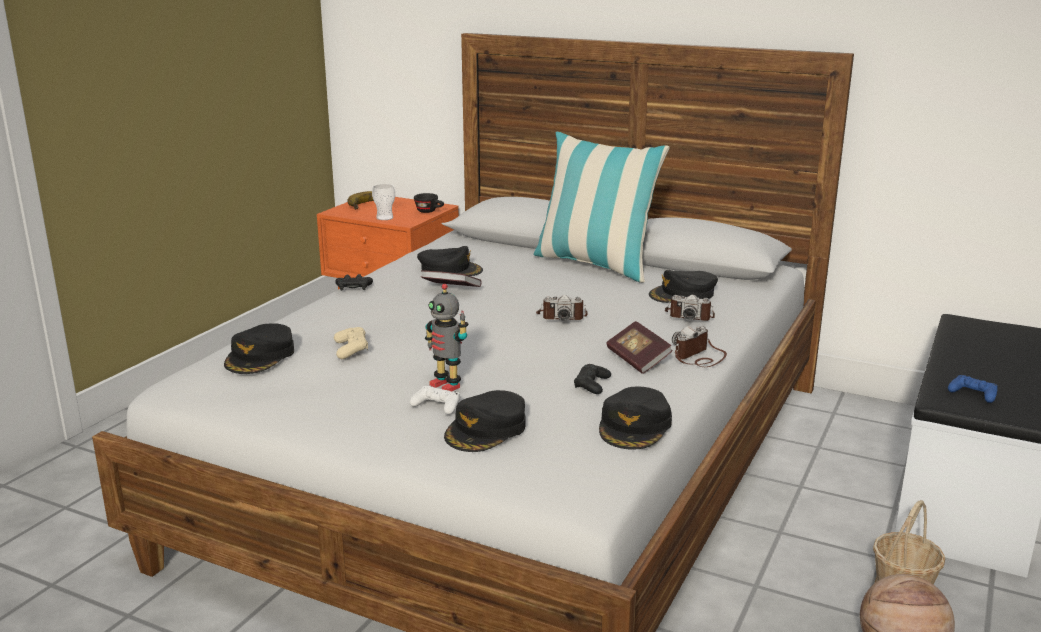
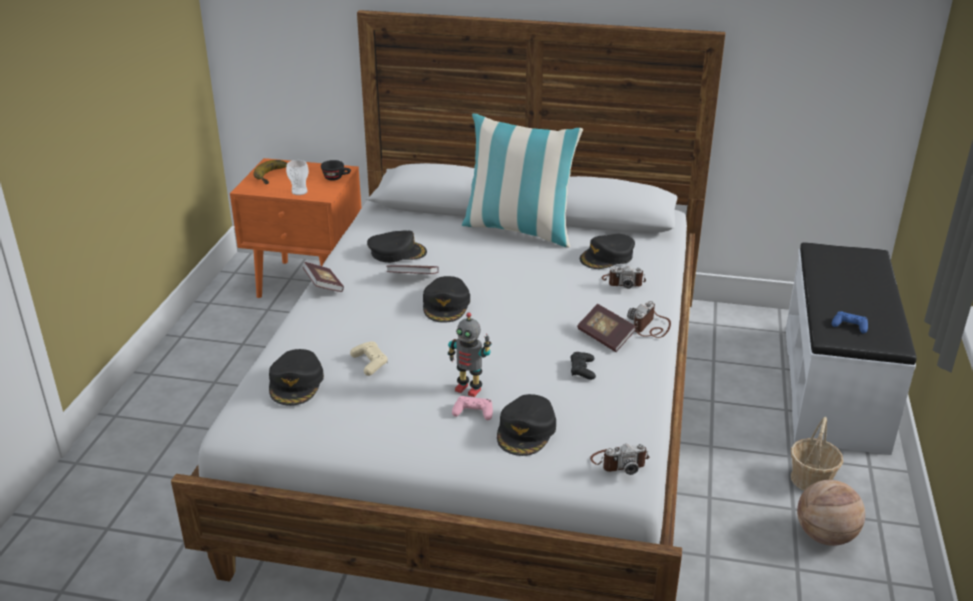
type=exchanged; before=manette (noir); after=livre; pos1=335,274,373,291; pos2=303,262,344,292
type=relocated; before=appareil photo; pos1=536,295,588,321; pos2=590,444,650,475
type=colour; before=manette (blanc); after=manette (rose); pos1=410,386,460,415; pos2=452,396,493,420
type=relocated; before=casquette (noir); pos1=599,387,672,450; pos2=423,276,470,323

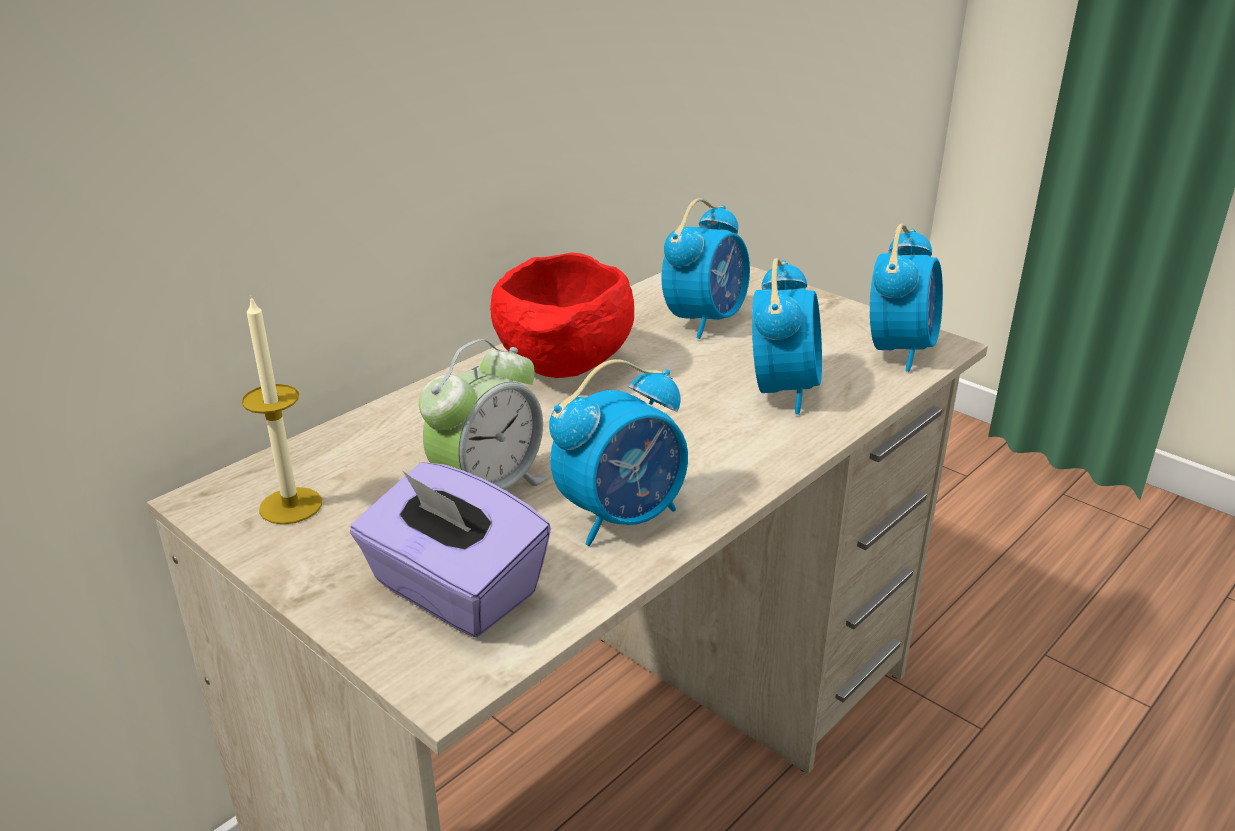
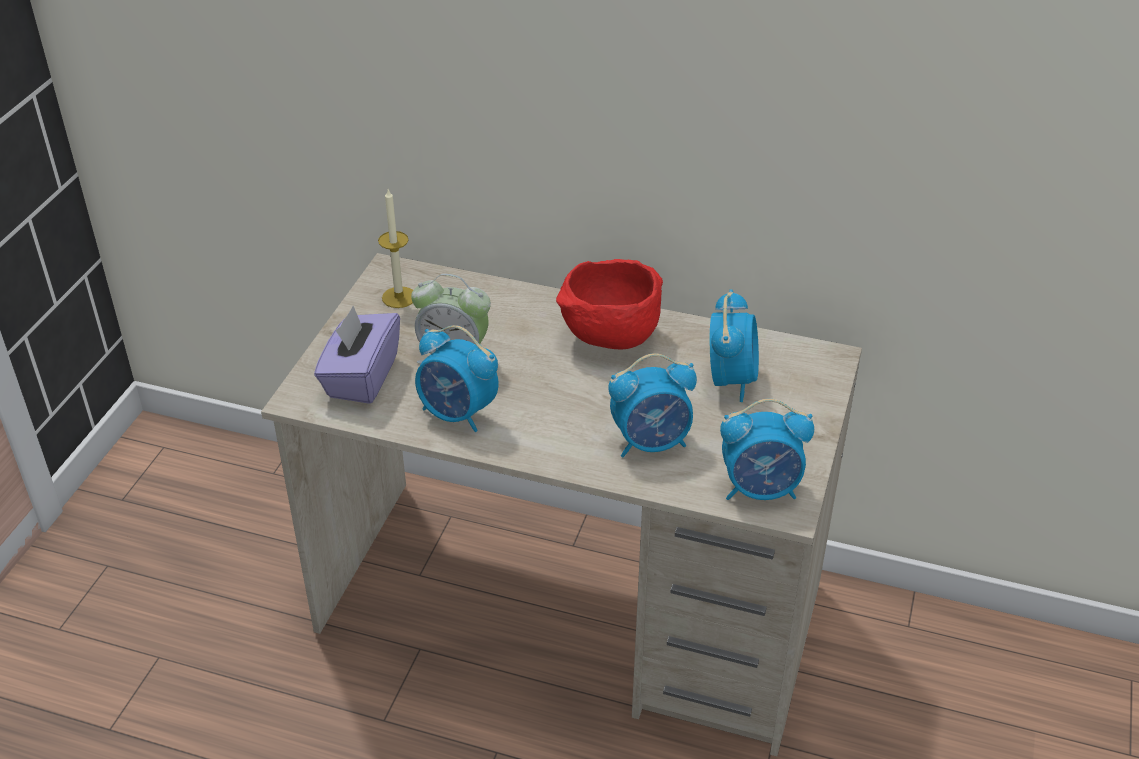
type=spun; before=réveil; pos1=661,198,750,339; pos2=710,289,759,402; turn=-90

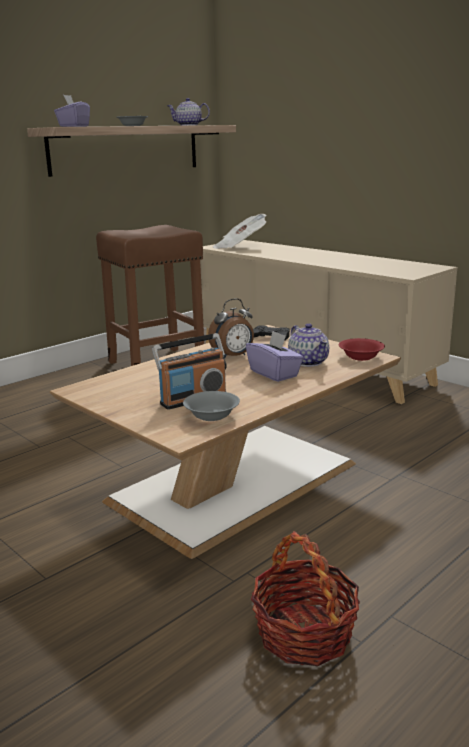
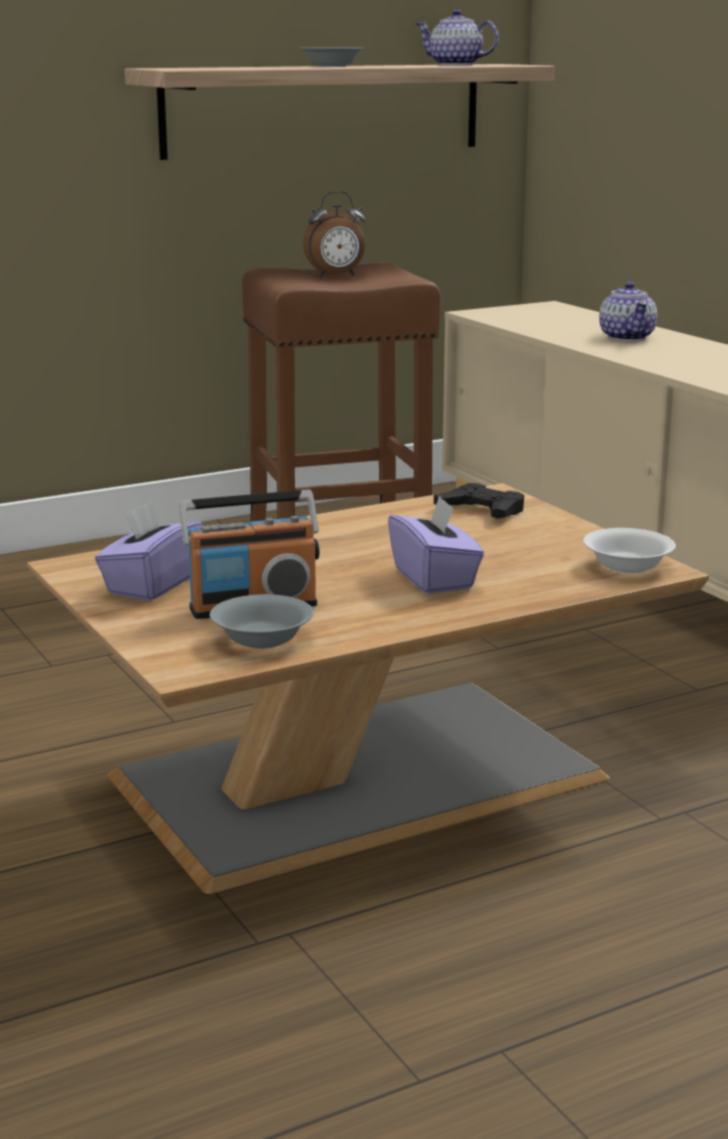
type=relocated; before=boîte à mouchoirs (violet); pos1=54,95,90,127; pos2=95,501,203,601
type=missing; before=journal; pos1=213,214,267,249
type=relocated; before=réveil; pos1=208,299,254,359; pos2=303,191,365,277
type=relocated; before=théière; pos1=288,323,329,367; pos2=599,282,657,341
type=colour; before=bol (rouge); after=bol (blanc); pos1=339,338,385,361; pos2=583,528,676,574
type=missing; before=panier; pos1=251,531,360,666

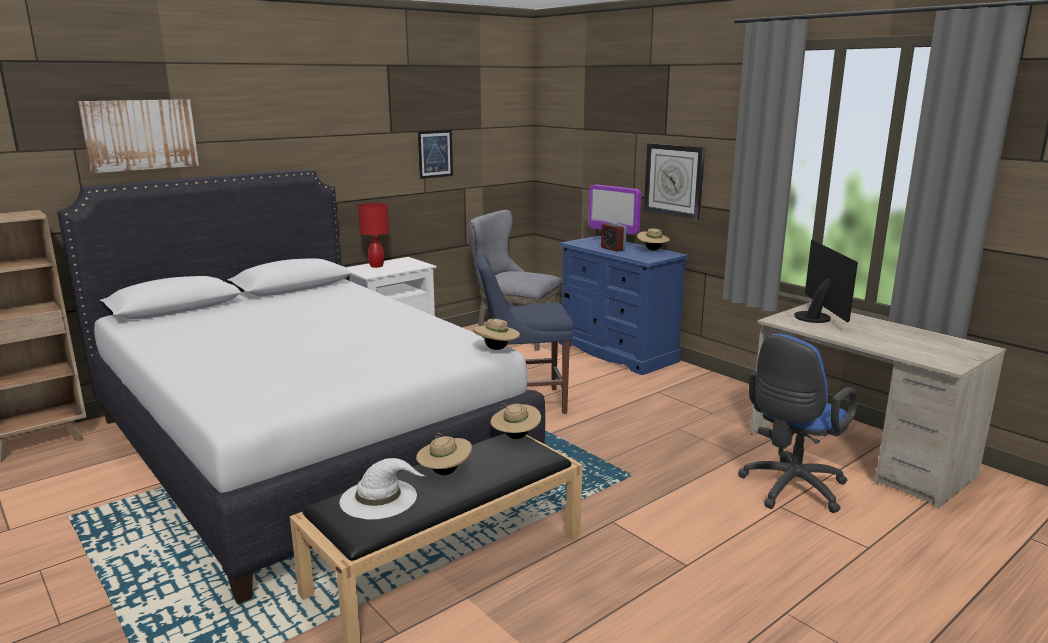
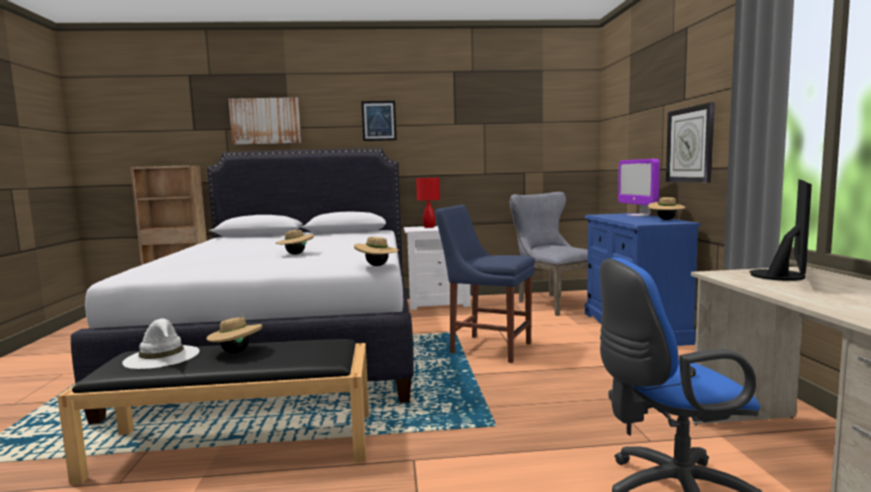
type=relocated; before=tableau; pos1=418,130,453,179; pos2=361,101,397,141
type=missing; before=réveil; pos1=601,222,627,252
type=relocated; before=chapeau (beige); pos1=490,403,541,439; pos2=276,229,314,255

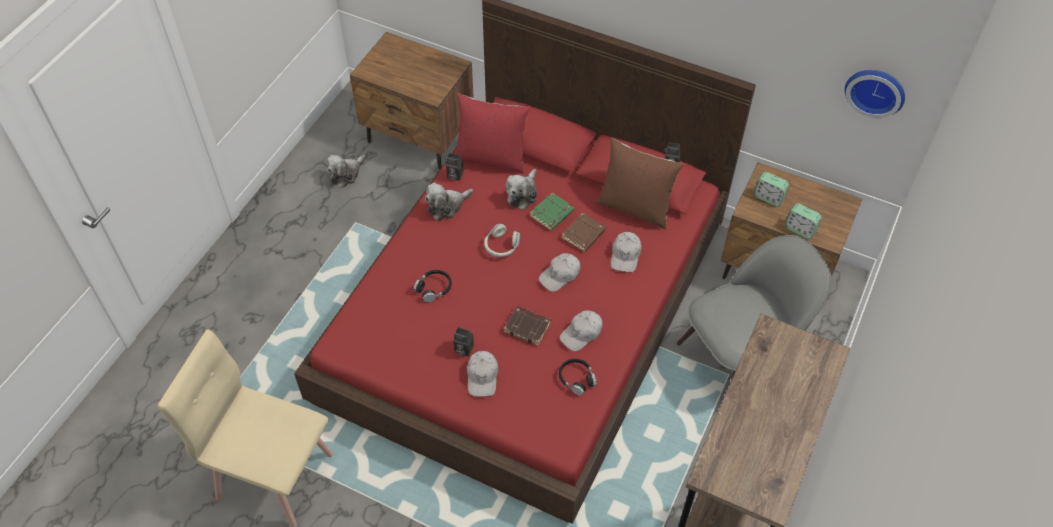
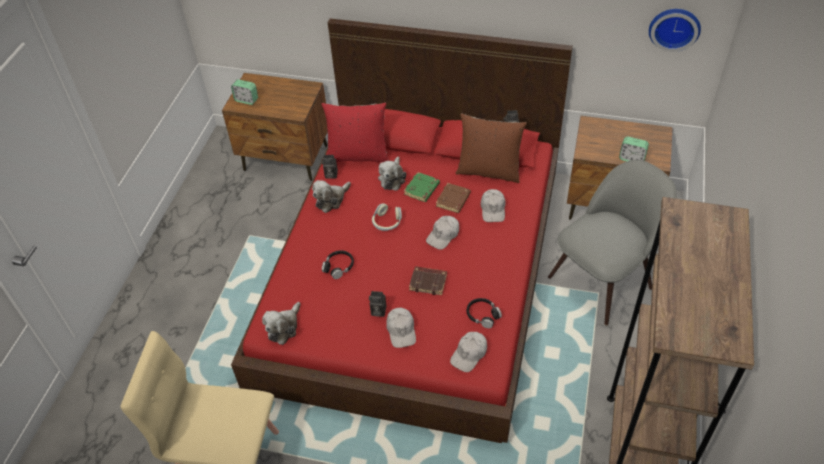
type=relocated; before=peluche; pos1=326,154,366,188; pos2=262,302,300,345
type=relocated; before=réveil; pos1=754,172,789,206; pos2=231,79,258,105
type=relocated; before=casquette (blanc); pos1=560,311,603,351; pos2=450,332,487,372

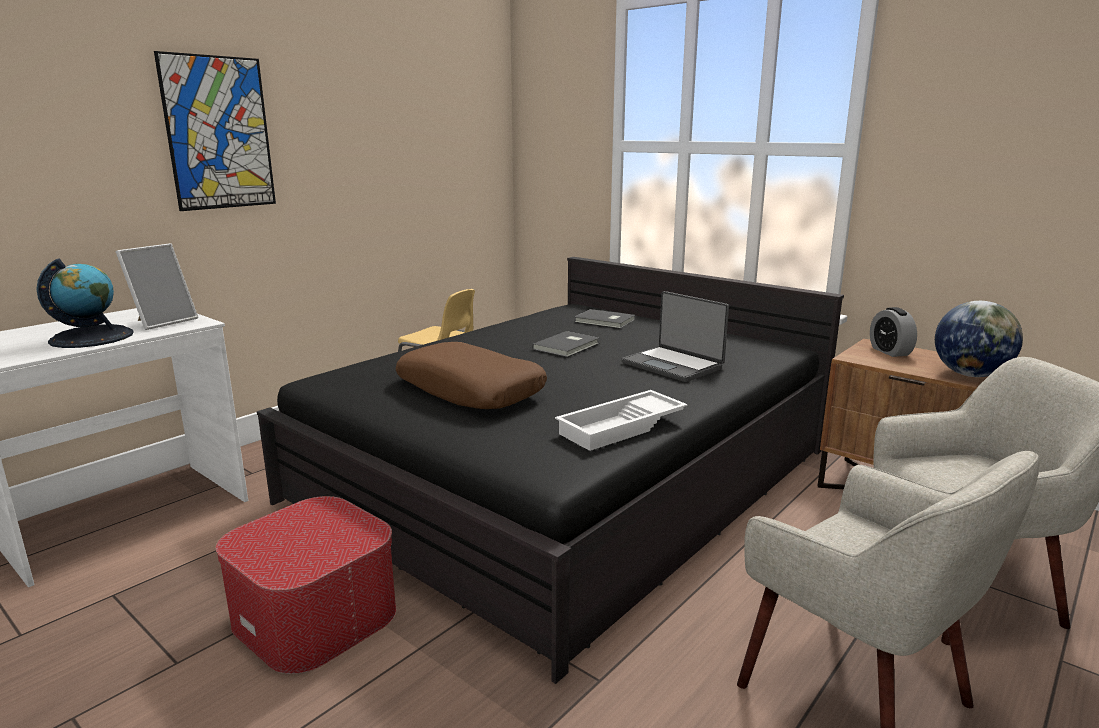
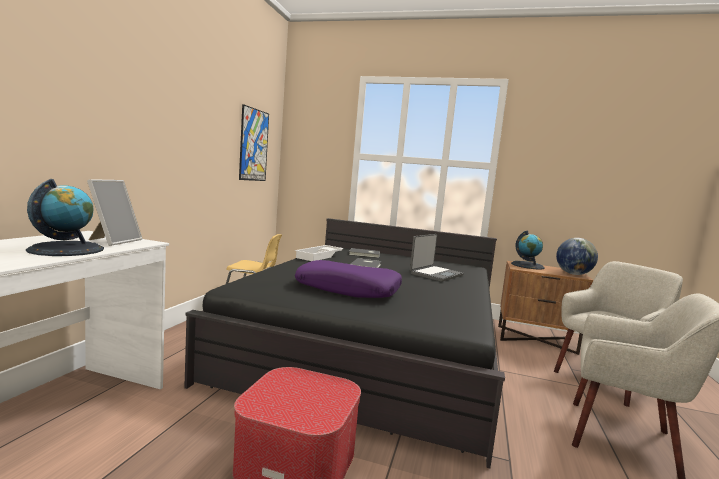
type=relocated; before=tableau; pos1=154,51,276,211; pos2=239,104,269,181
type=spun; before=ordinateur portable; pos1=621,291,729,382; pos2=410,234,464,282; turn=-75
type=exchanged; before=réveil; after=globe; pos1=870,307,917,357; pos2=511,231,545,270
type=colour; before=coussin (marron); after=coussin (violet); pos1=396,342,547,409; pos2=295,260,402,298
type=relocated; before=plateau (blanc); pos1=555,390,687,451; pos2=295,245,344,261

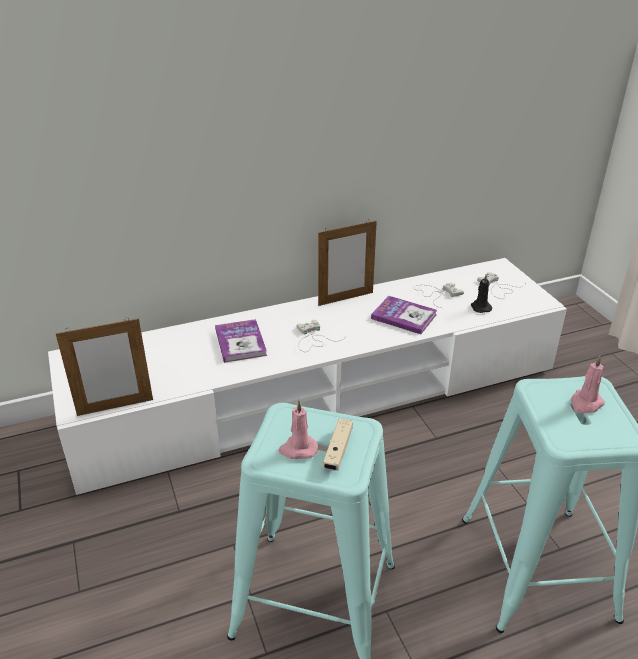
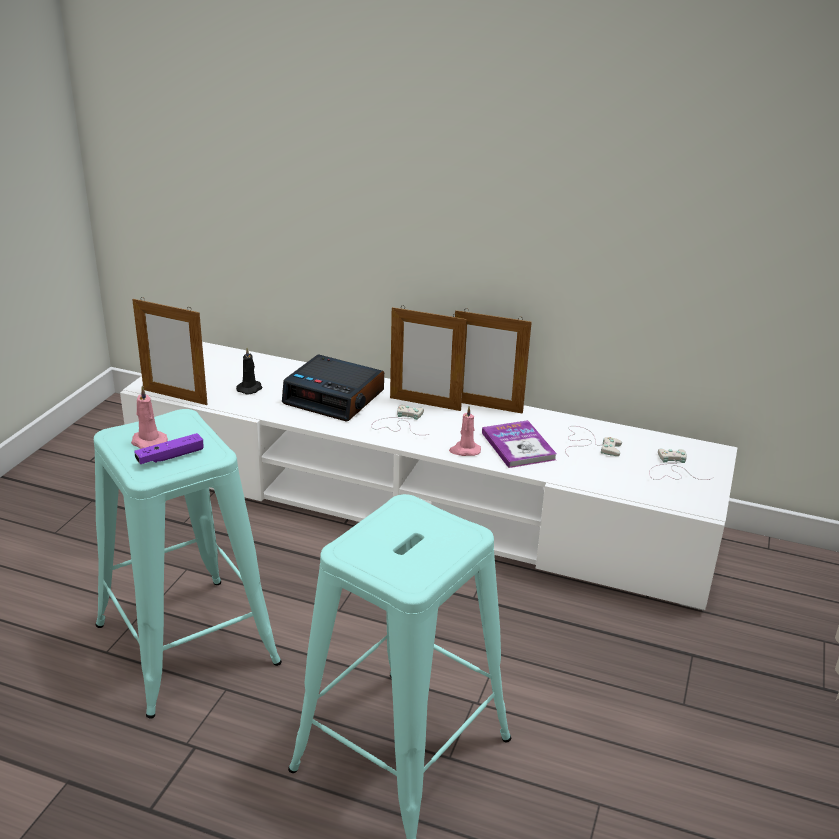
type=relocated; before=bougie (noir); pos1=471,274,493,313; pos2=236,347,263,395
type=exchanged; before=livre; after=réveil; pos1=215,319,267,363; pos2=282,354,384,422
type=relocated; before=bougie (rose); pos1=570,356,605,413; pos2=449,406,481,456
type=colour; before=manette (beige); after=manette (violet); pos1=323,418,353,471; pos2=134,433,204,464
type=appeared; after=cadre photo; pos2=390,305,467,411

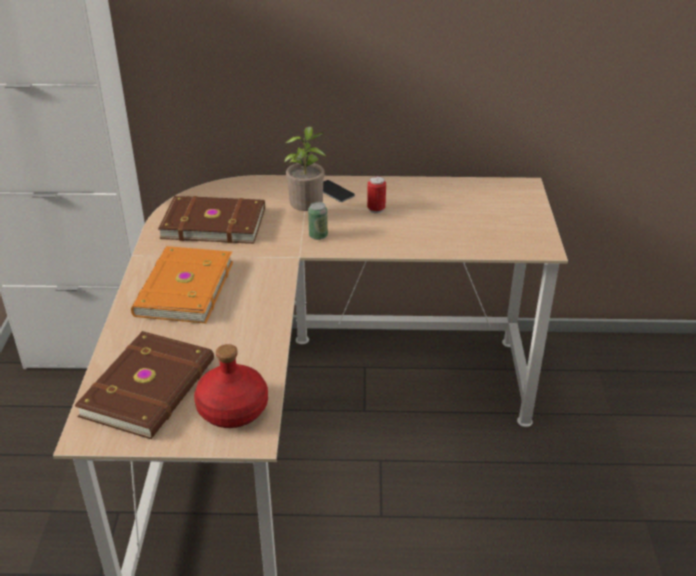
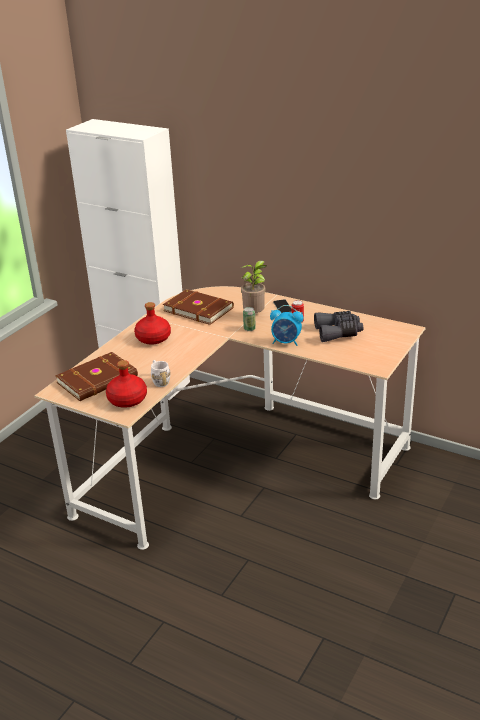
type=exchanged; before=livre (orange); after=bouteille (rouge); pos1=131,246,233,323; pos2=134,302,171,345
type=appeared; after=réveil; pos2=270,305,303,346
type=appeared; after=jumelles (gris); pos2=314,311,363,342
type=appeared; after=mug (blanc); pos2=151,360,171,387

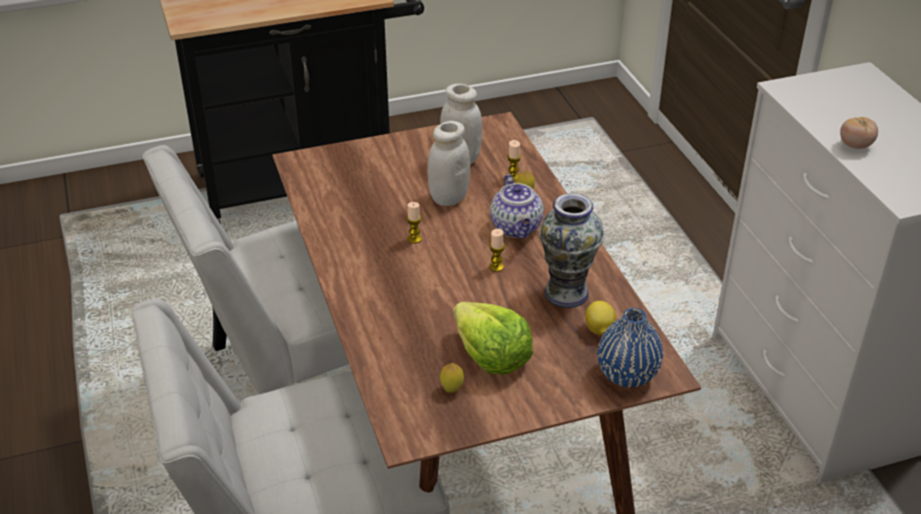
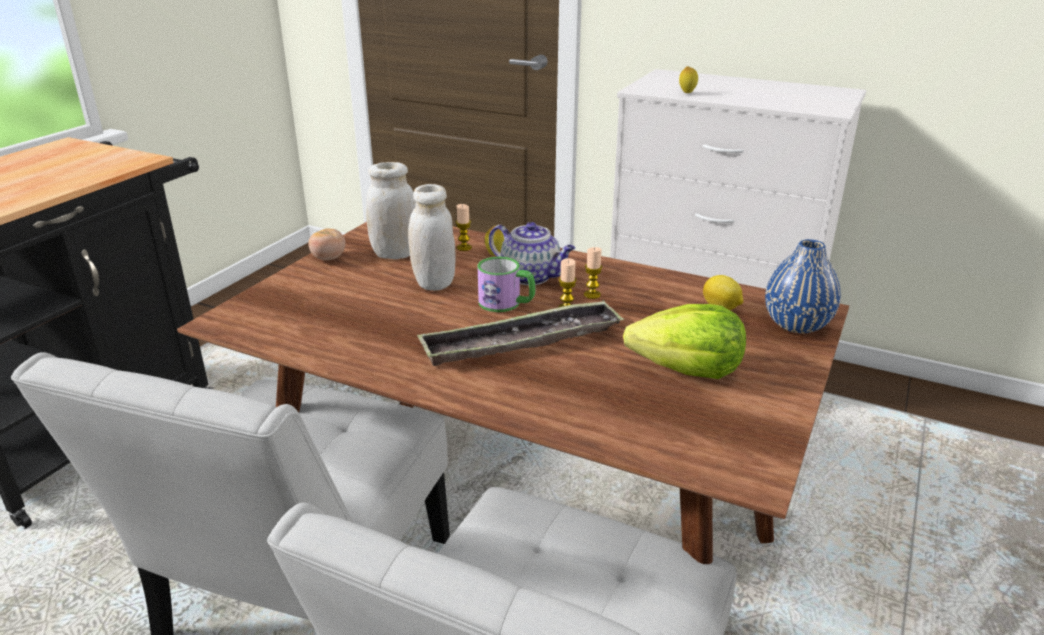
type=relocated; before=tomate; pos1=840,117,878,149; pos2=308,228,345,261
type=missing; before=vase; pos1=539,193,604,308
type=relocated; before=bougie; pos1=407,202,422,243; pos2=584,247,602,299
type=relocated; before=citron; pos1=440,363,464,393; pos2=679,66,698,93
type=appeared; after=mug; pos2=477,257,535,312
type=appeared; after=plateau; pos2=417,300,624,366

